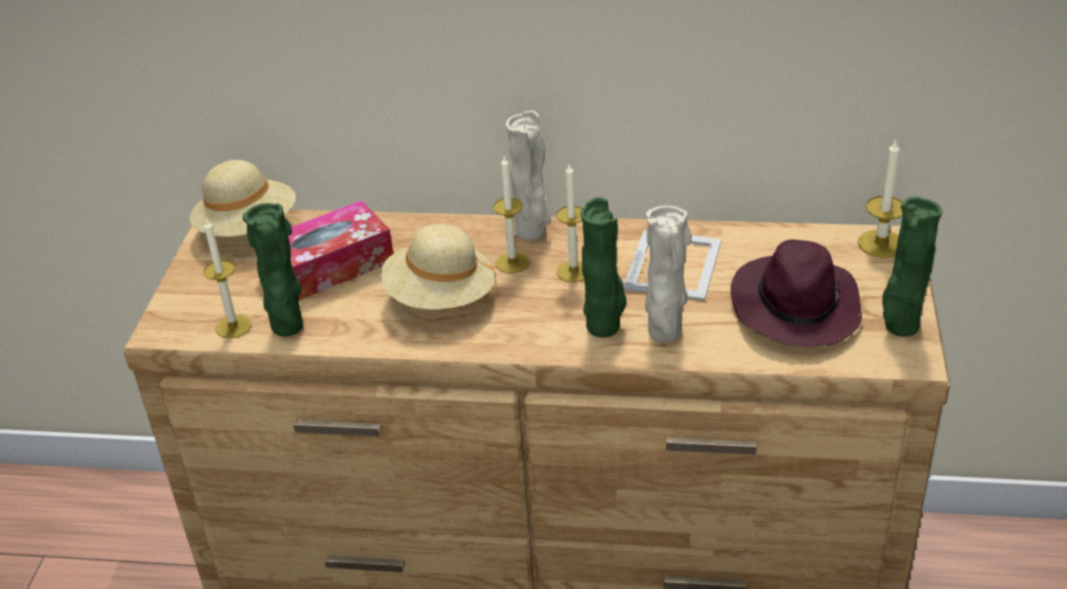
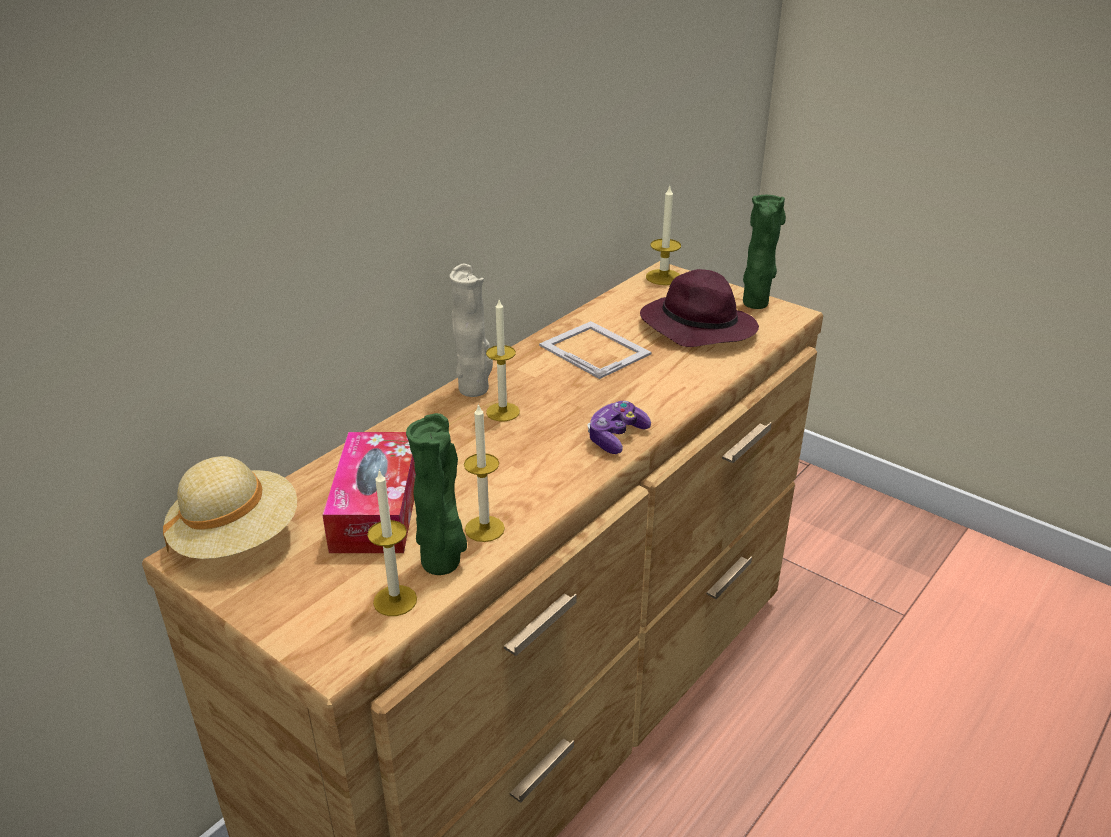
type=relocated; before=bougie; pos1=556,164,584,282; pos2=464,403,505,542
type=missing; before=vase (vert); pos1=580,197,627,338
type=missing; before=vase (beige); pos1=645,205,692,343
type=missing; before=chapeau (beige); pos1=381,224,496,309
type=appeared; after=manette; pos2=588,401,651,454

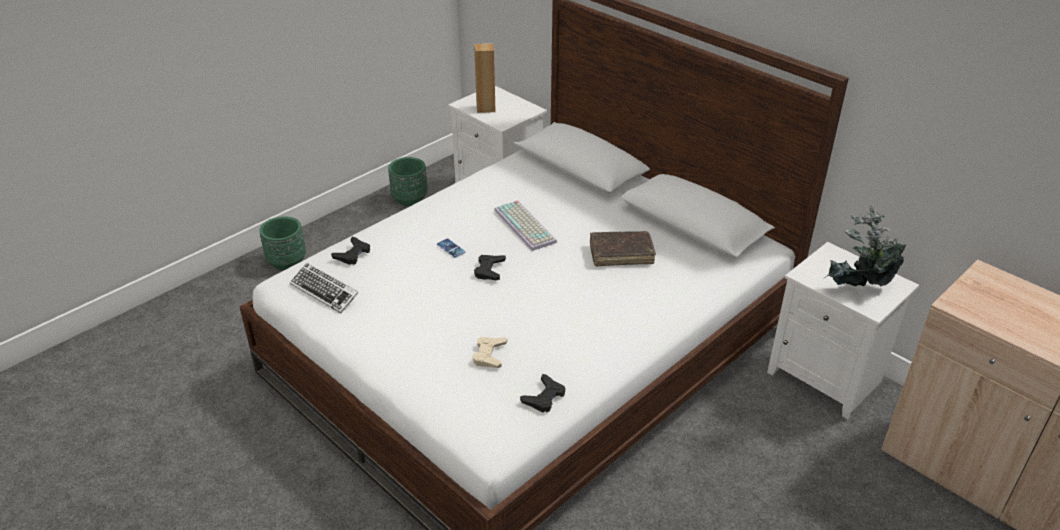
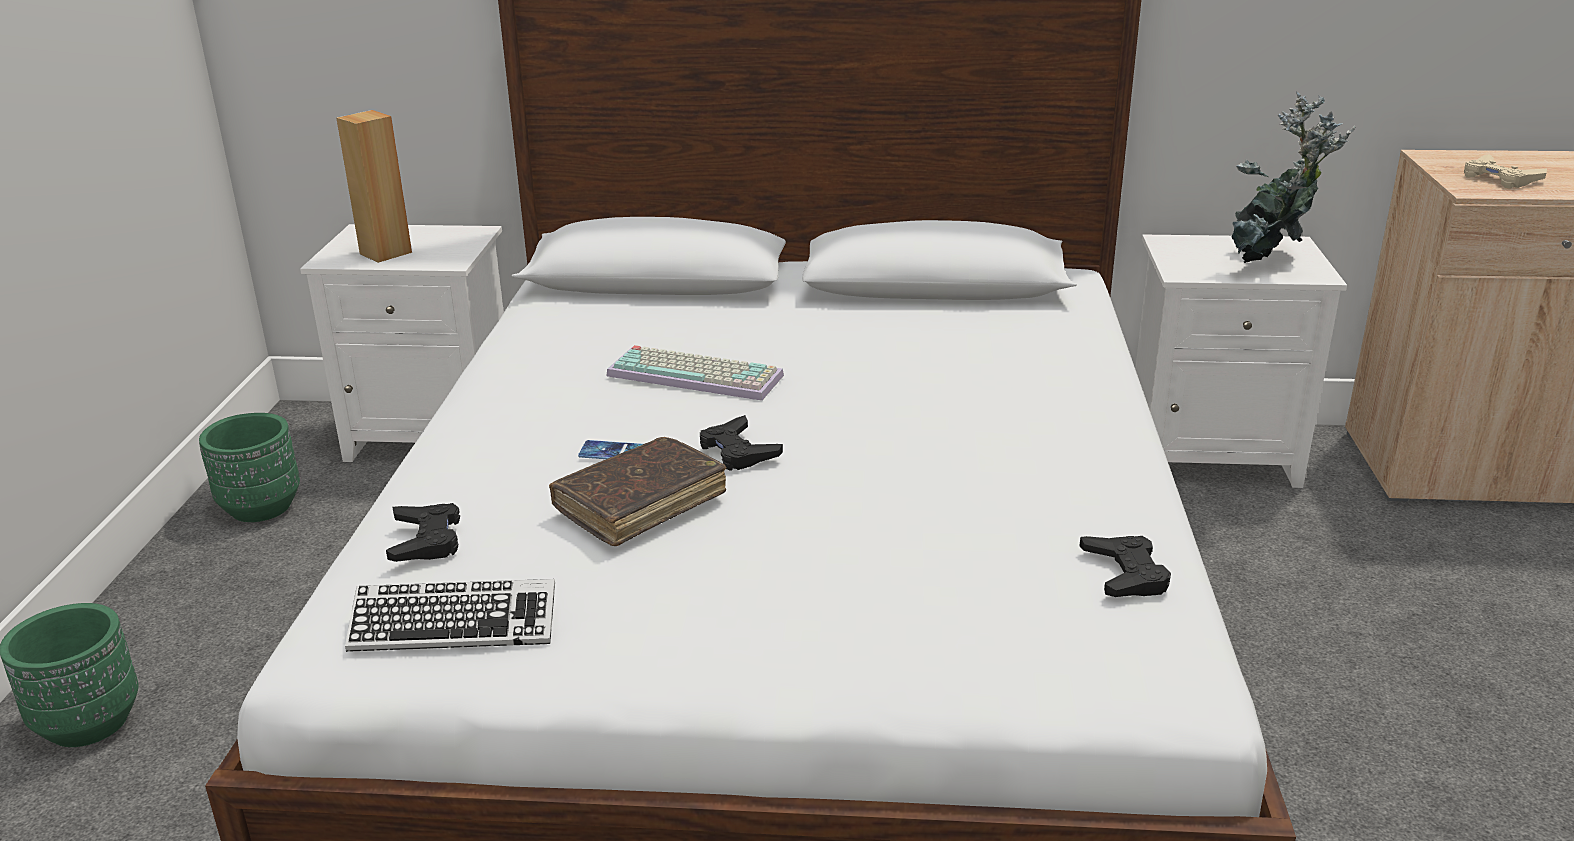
type=relocated; before=livre (marron); pos1=590,231,656,266; pos2=549,437,726,546
type=relocated; before=manette (beige); pos1=473,337,508,368; pos2=1464,154,1547,189

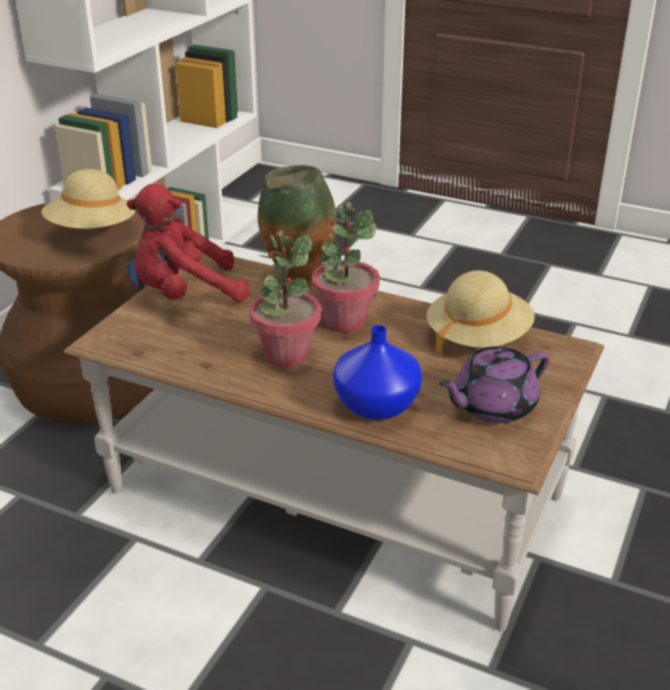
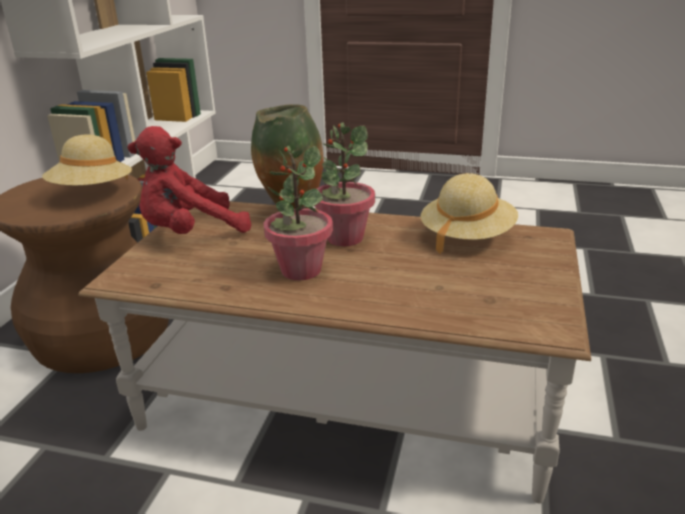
type=missing; before=vase (bleu); pos1=333,325,422,420
type=missing; before=théière (violet); pos1=439,346,550,423

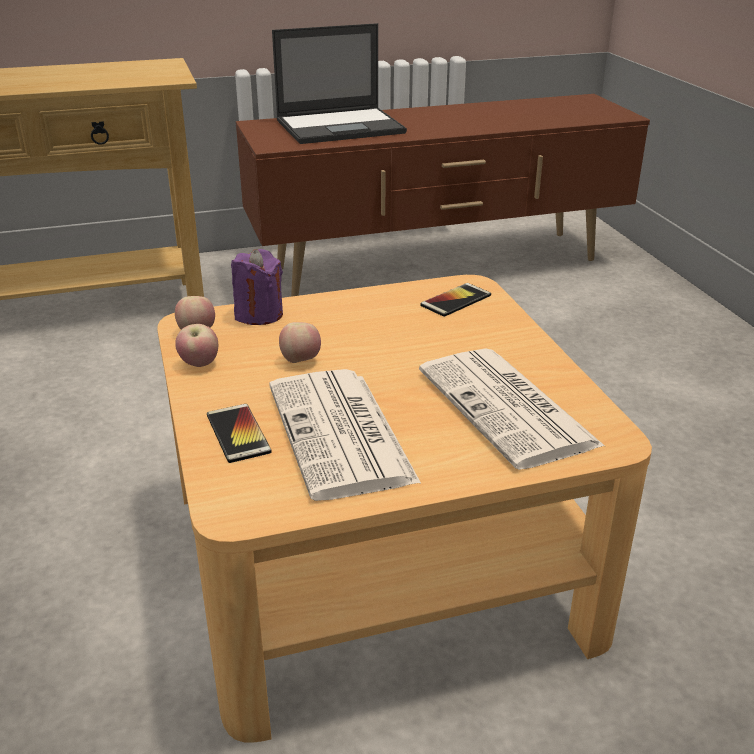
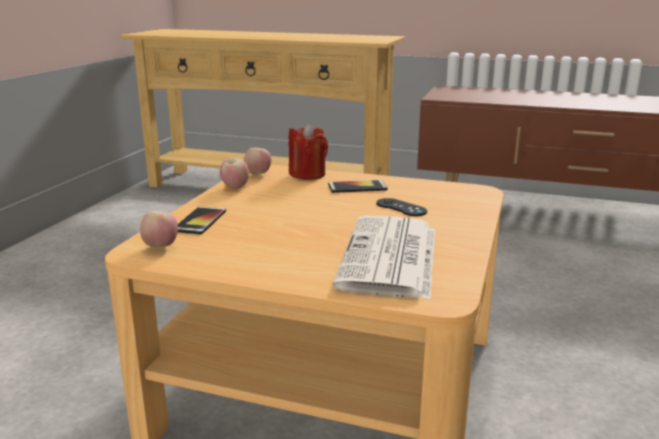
type=missing; before=ordinateur portable; pos1=272,23,407,144
type=colour; before=bougie (violet); after=bougie (rouge); pos1=231,249,283,325; pos2=289,123,328,180
type=relocated; before=téléphone; pos1=420,283,491,317; pos2=328,180,388,193
type=relocated; before=pomme; pos1=279,322,321,363; pos2=140,211,178,247
type=missing; before=journal; pos1=269,369,421,501
type=appeared; after=manette (noir); pos2=376,198,427,216

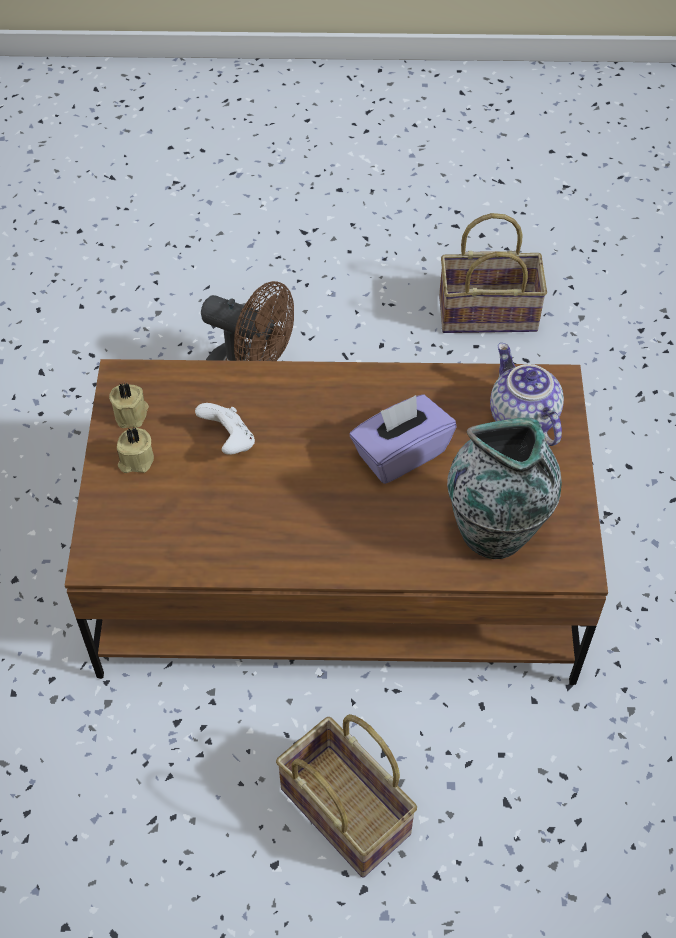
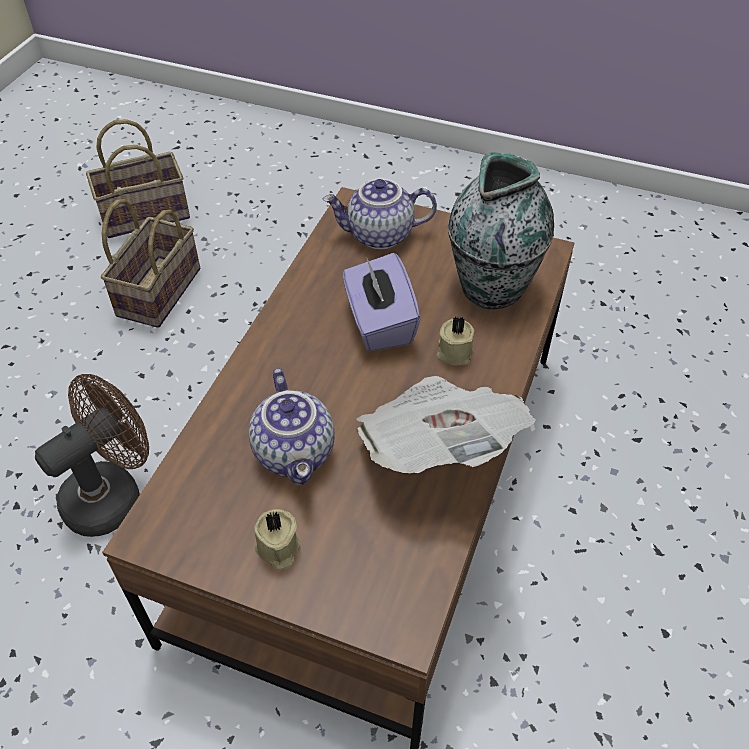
type=relocated; before=bougie (beige); pos1=109,382,149,428; pos2=437,316,475,365
type=exchanged; before=manette (blanc); after=théière; pos1=195,403,255,455; pos2=249,368,335,485
type=relocated; before=panier; pos1=276,714,417,878; pos2=86,119,190,238
type=appeared; after=journal; pos2=356,376,536,473

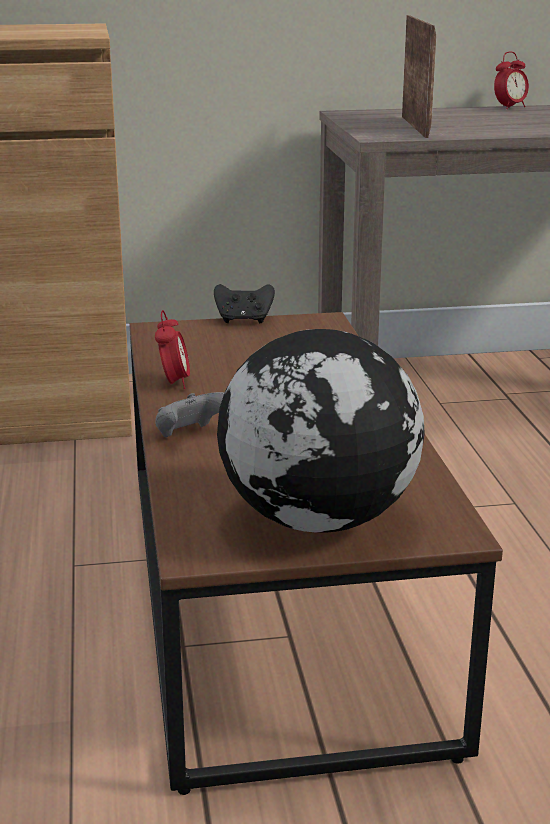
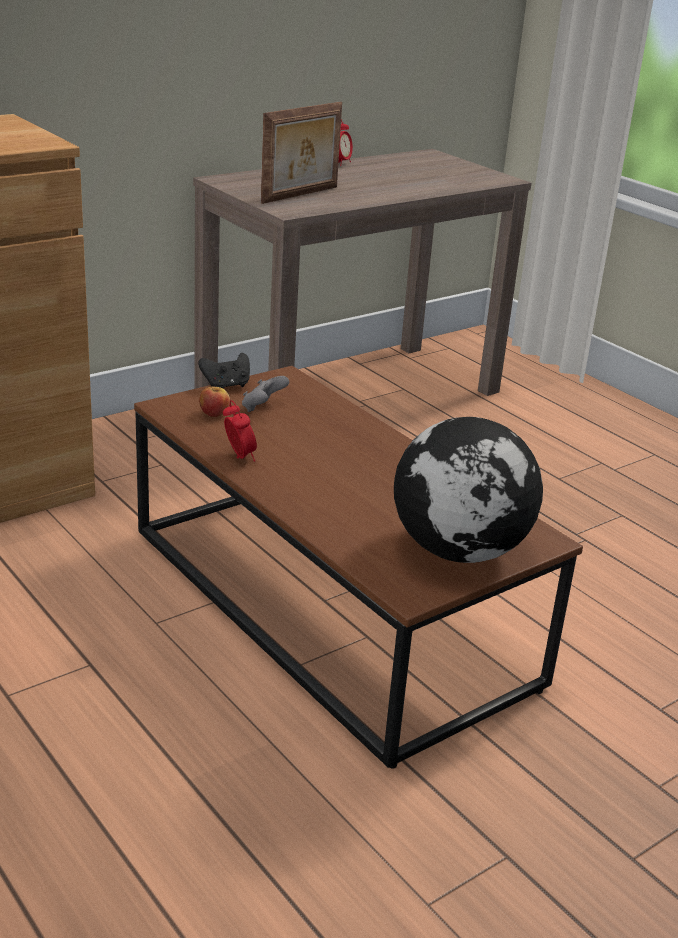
type=spun; before=cadre photo; pos1=402,15,436,138; pos2=261,102,342,204; turn=75
type=relocated; before=manette (gris); pos1=155,392,224,437; pos2=242,376,289,412
type=appeared; after=pomme; pos2=199,385,230,417

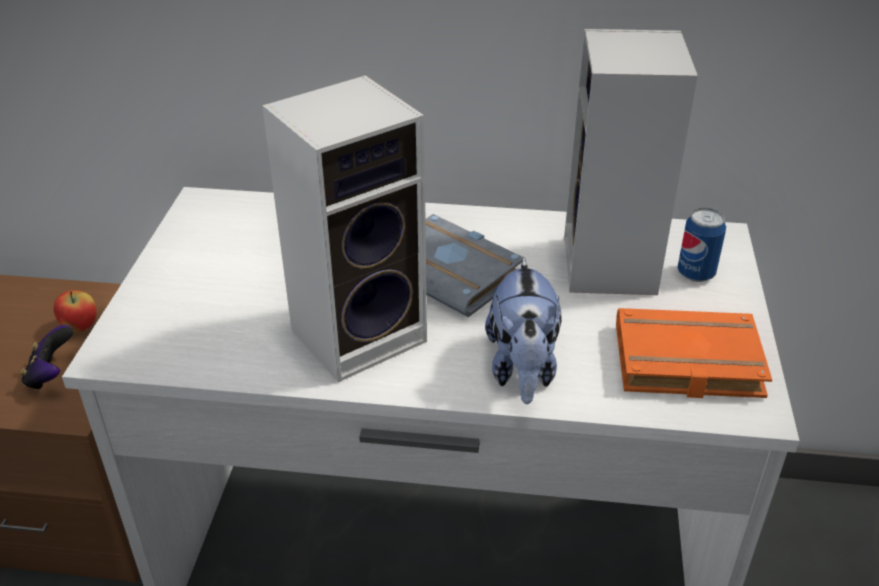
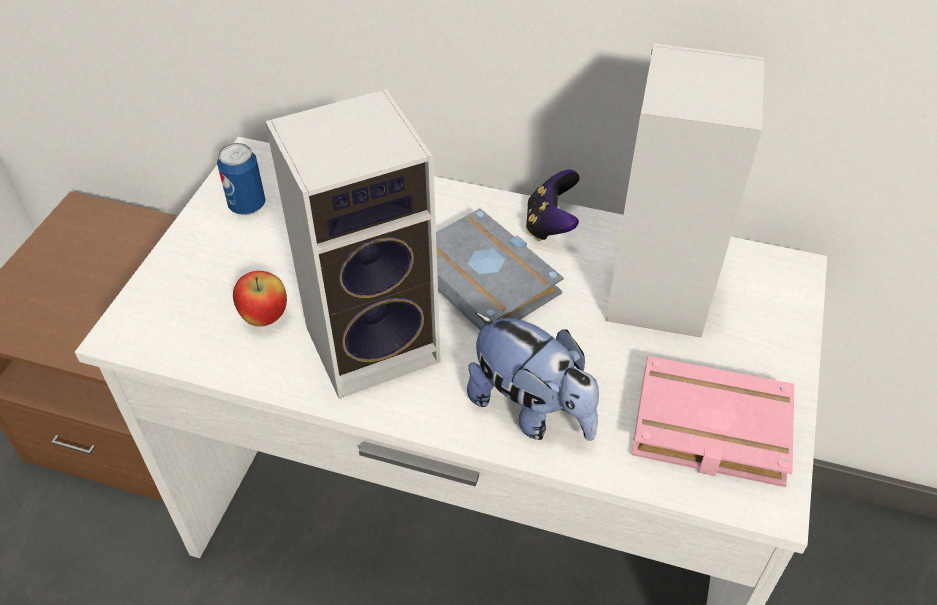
type=relocated; before=boîte métallique; pos1=677,208,726,282; pos2=217,143,266,215
type=spun; before=peluche; pos1=485,257,561,404; pos2=467,312,599,441; turn=-60
type=relocated; before=pomme; pos1=53,290,97,332; pos2=233,271,287,327
type=colour; before=livre (orange); after=livre (rose); pos1=616,308,772,398; pos2=631,356,794,487
type=relocated; before=manette; pos1=20,325,73,391; pos2=526,170,579,241

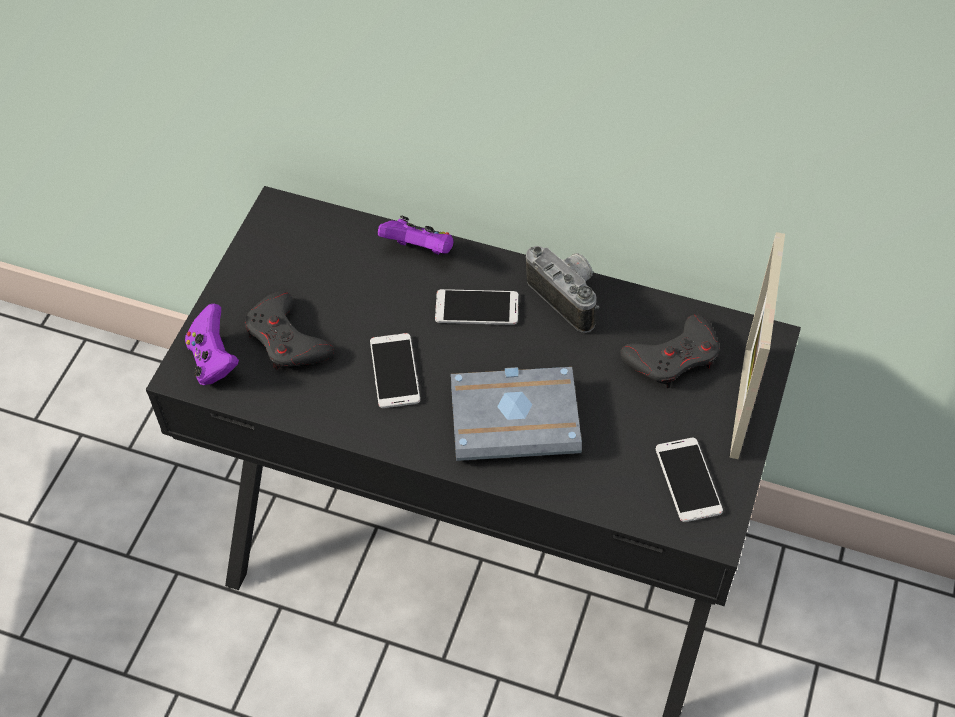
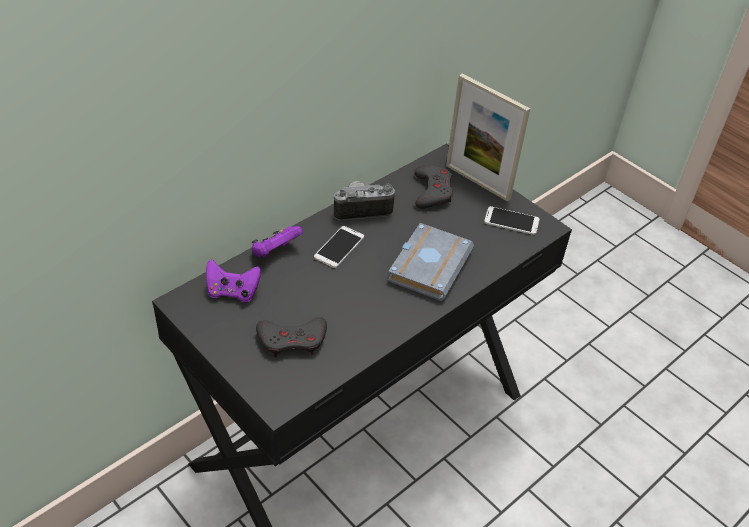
type=relocated; before=manette (violet); pos1=185,304,239,386; pos2=206,260,261,302
type=missing; before=téléphone; pos1=370,333,420,408

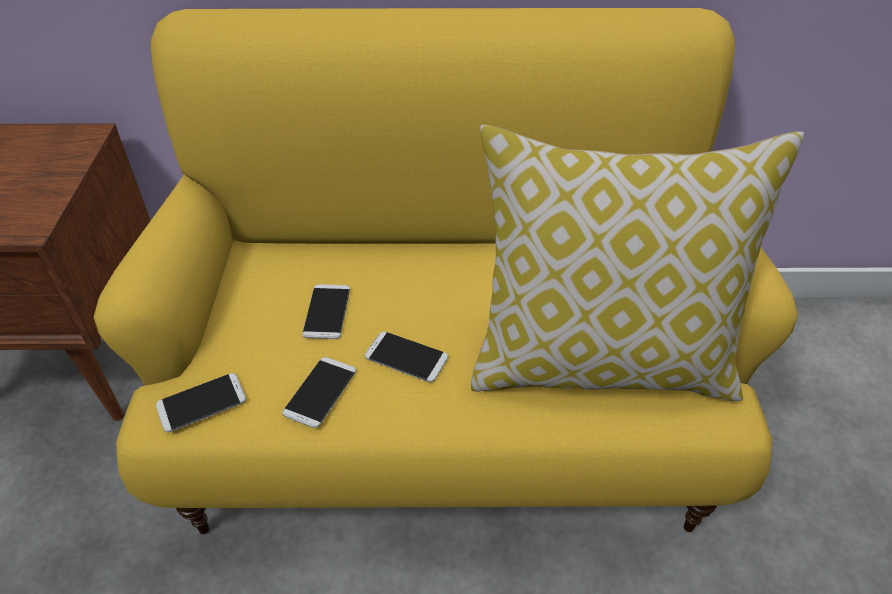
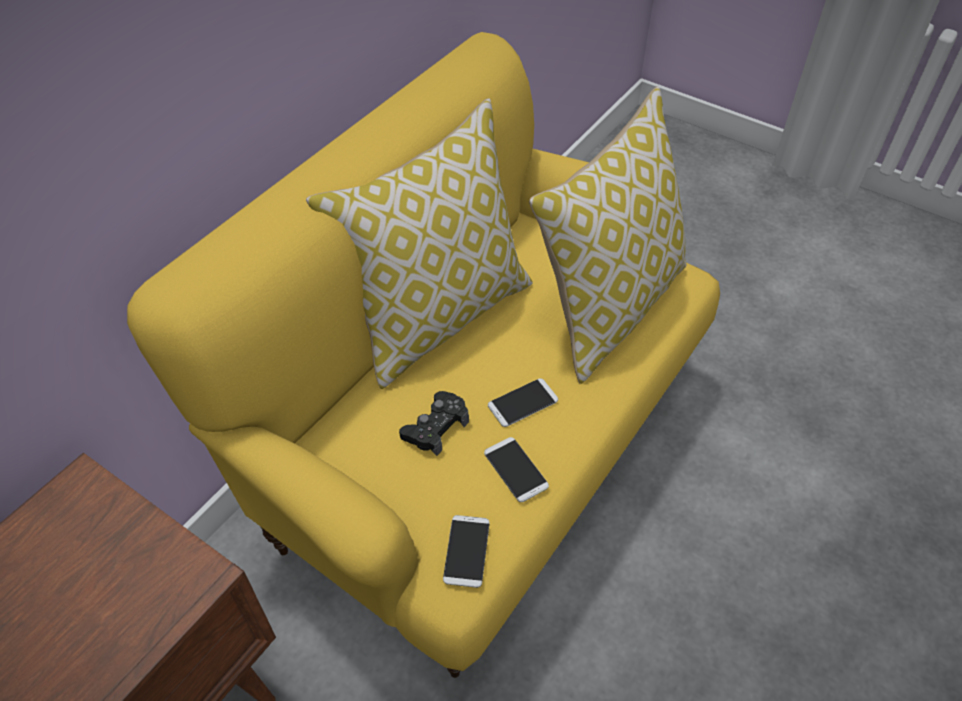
type=exchanged; before=téléphone; after=manette (noir); pos1=302,284,350,339; pos2=399,391,469,456
type=appeared; after=coussin; pos2=306,98,533,389

